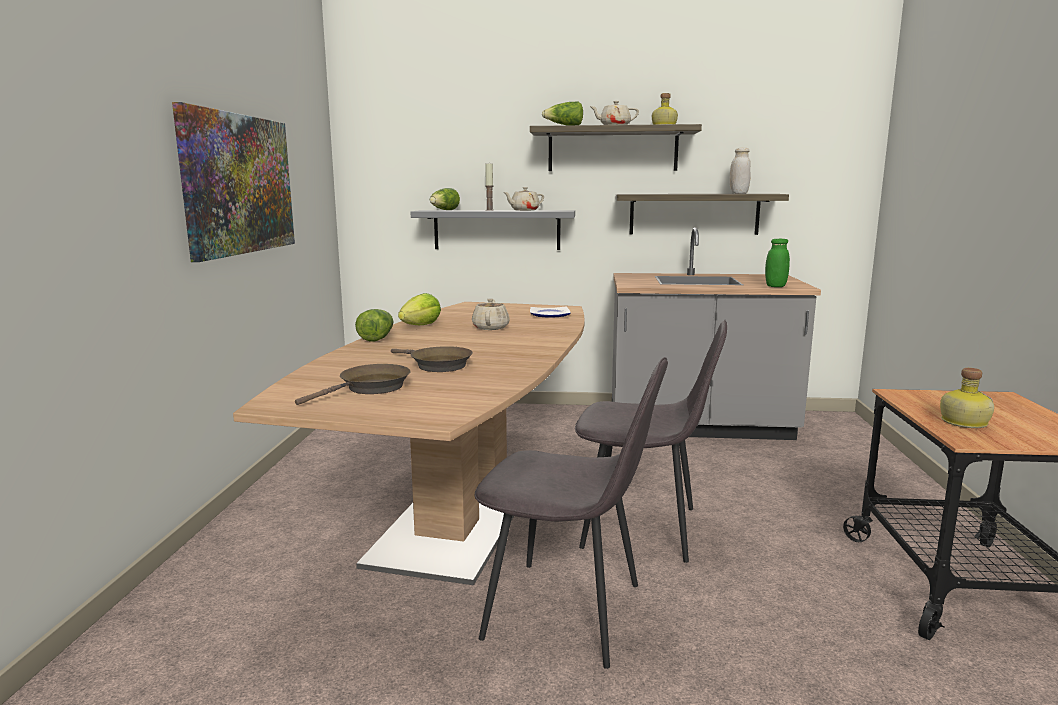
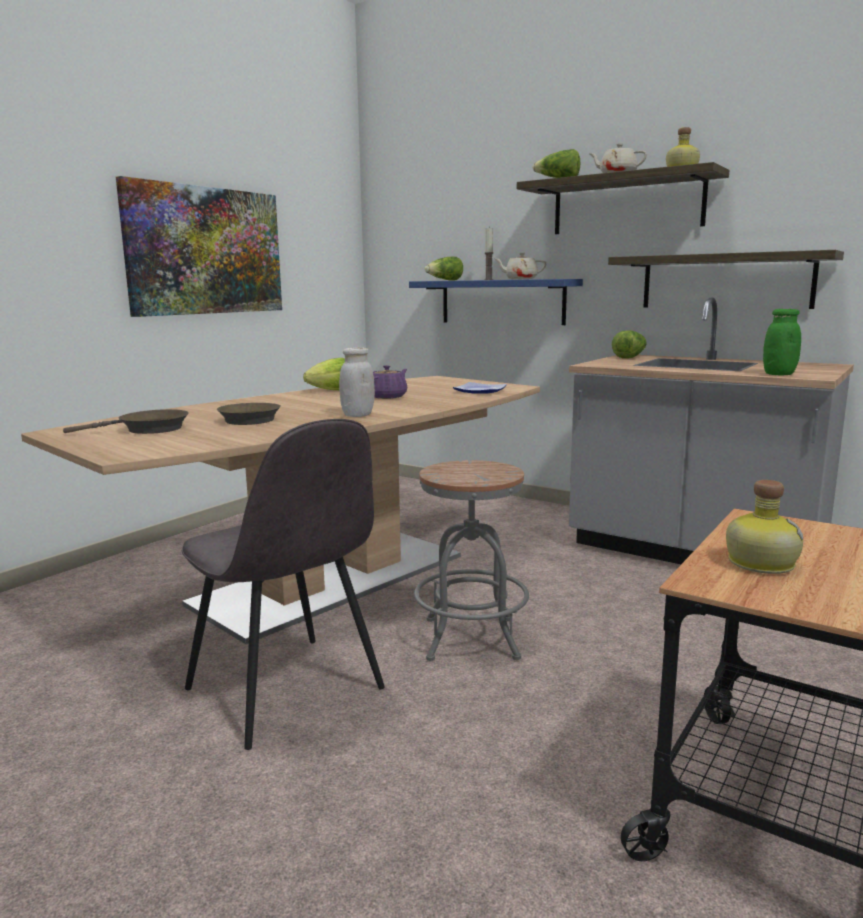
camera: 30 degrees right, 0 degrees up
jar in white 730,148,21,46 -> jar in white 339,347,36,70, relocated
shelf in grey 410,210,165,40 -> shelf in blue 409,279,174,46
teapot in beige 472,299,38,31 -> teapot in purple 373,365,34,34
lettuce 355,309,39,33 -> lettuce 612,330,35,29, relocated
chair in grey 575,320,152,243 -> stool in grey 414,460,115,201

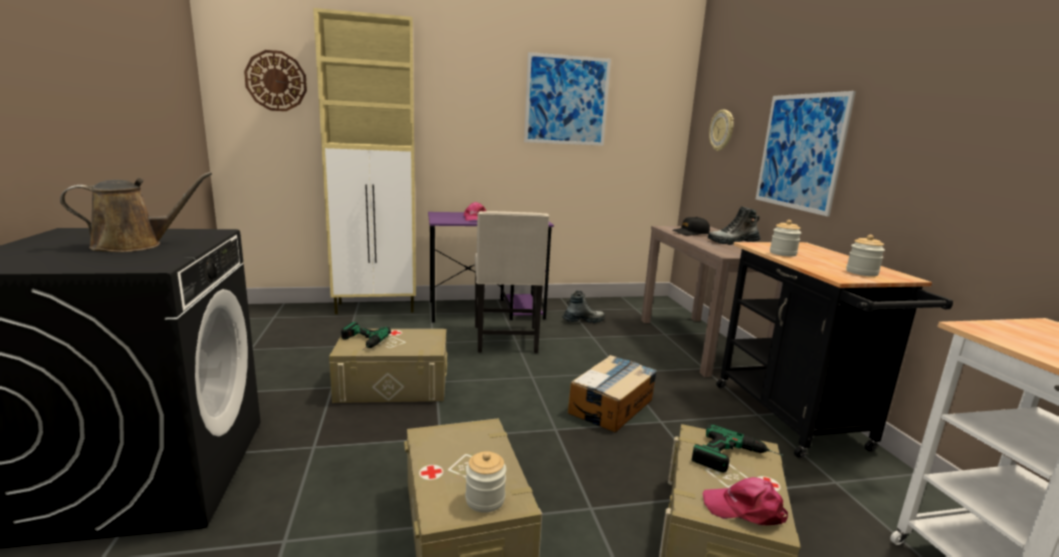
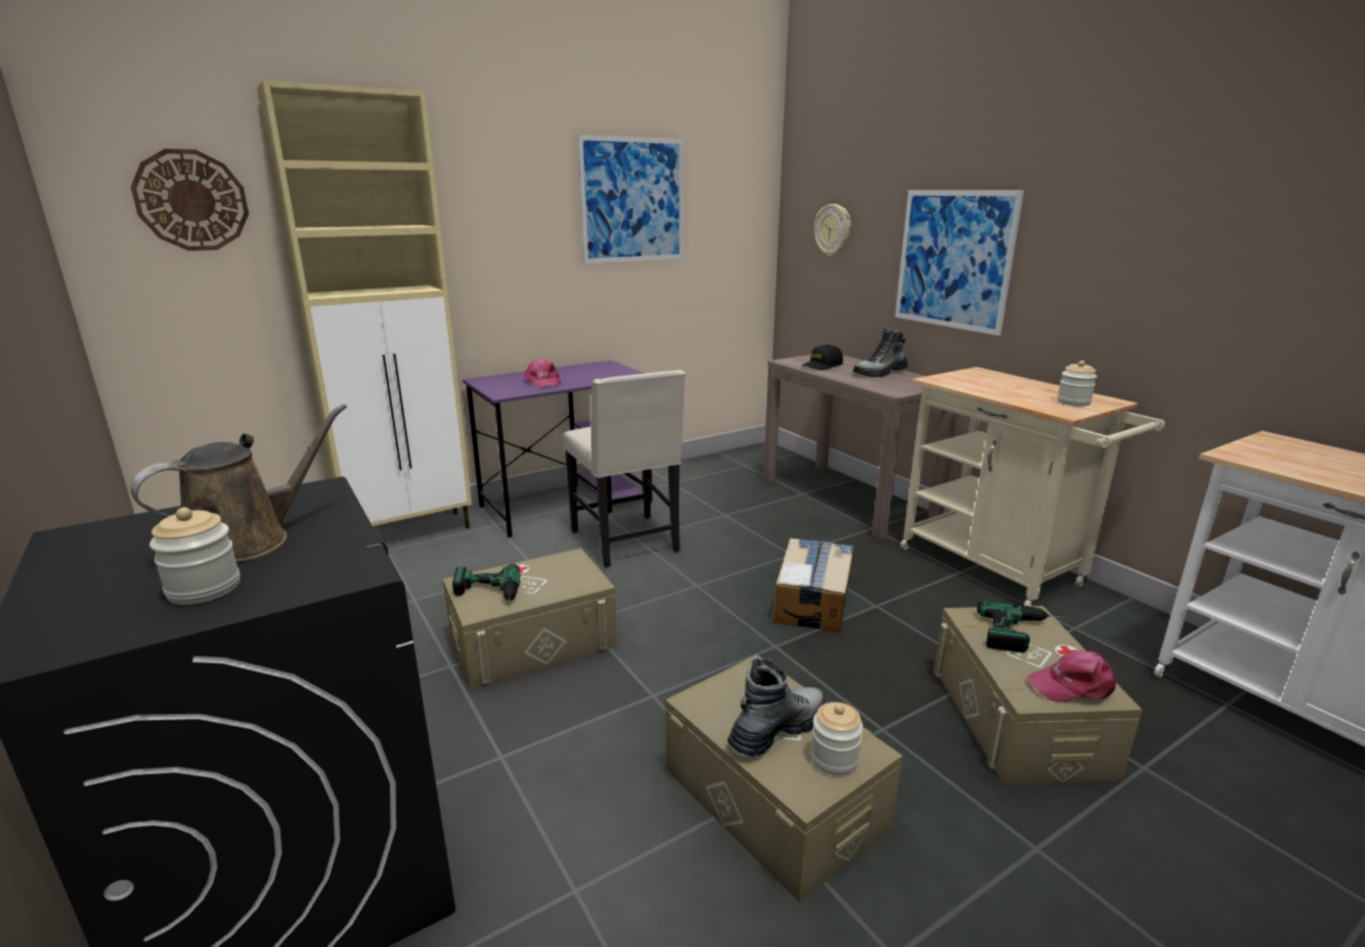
camera: 20 degrees left, 5 degrees up
jar 770,220,31,37 -> jar 149,507,91,98, relocated
cart in black 716,242,237,216 -> cart in beige 900,367,265,239
boot 563,290,42,33 -> boot 727,657,98,99, relocated

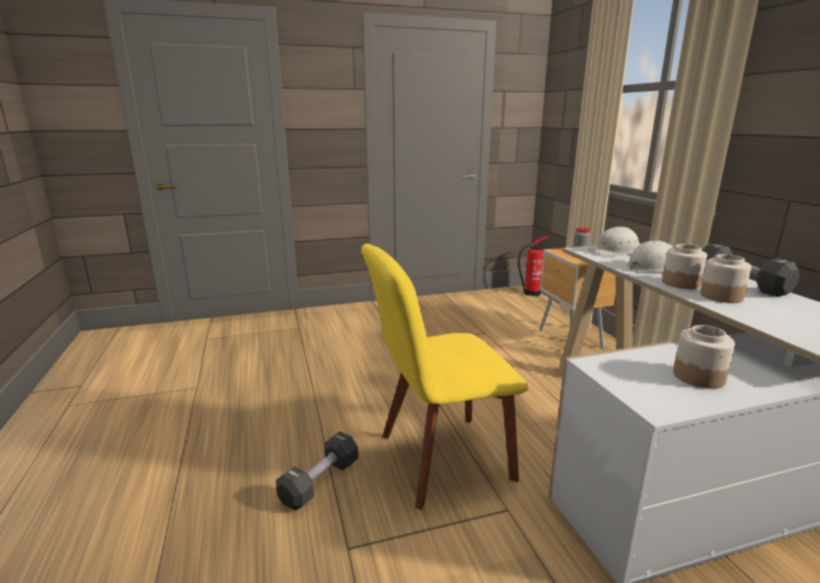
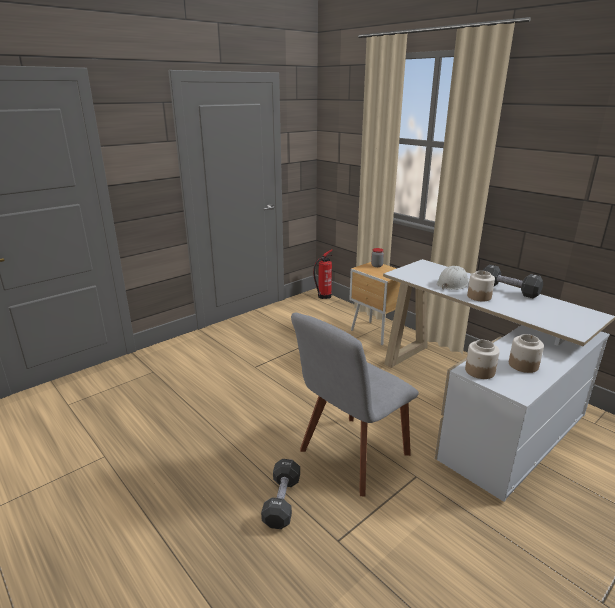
camera: 25 degrees left, 5 degrees up
hard hat in white 588,226,51,29 -> none
chair in yellow 361,244,167,266 -> chair in grey 291,313,128,183
jar 700,254,52,49 -> jar 465,340,35,39, relocated

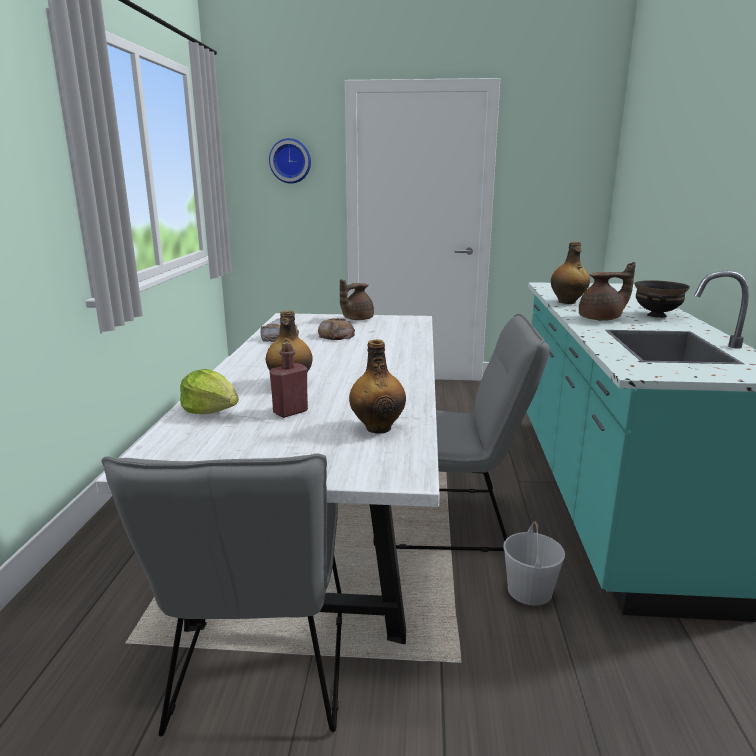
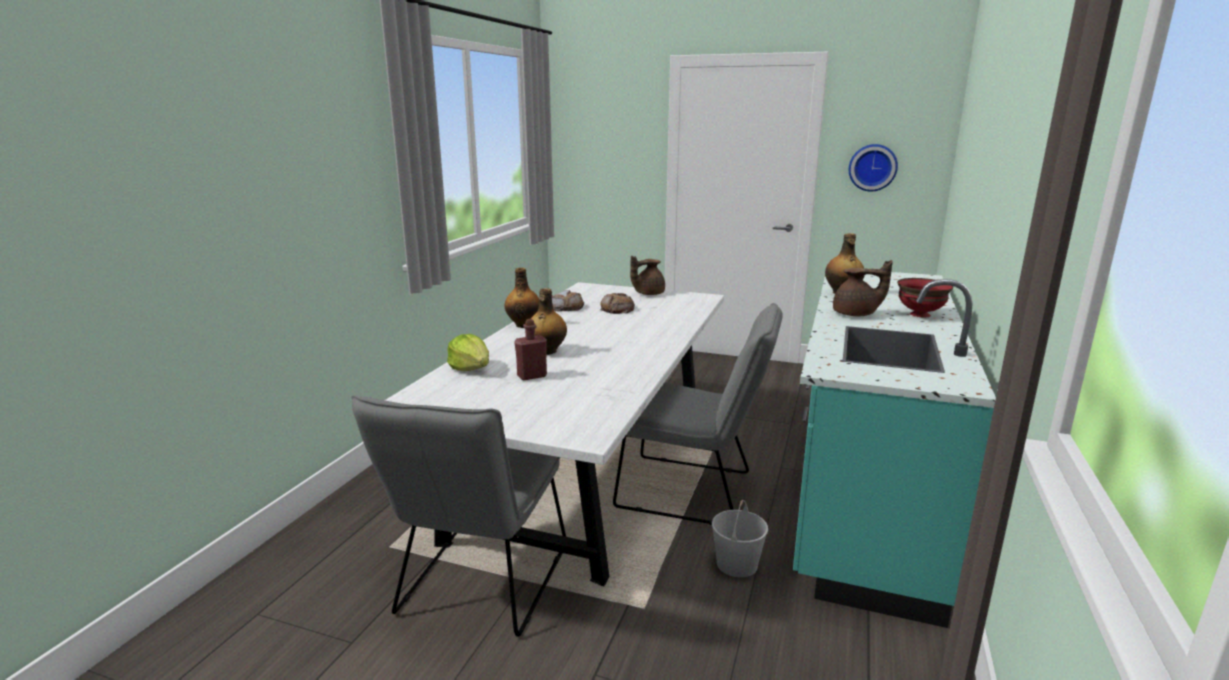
camera: 15 degrees right, 0 degrees up
wall clock 269,138,42,46 -> wall clock 849,144,49,48, relocated
bowl in black 635,280,55,38 -> bowl in red 897,278,56,39
bottle 349,340,57,94 -> bottle 505,268,34,60, relocated

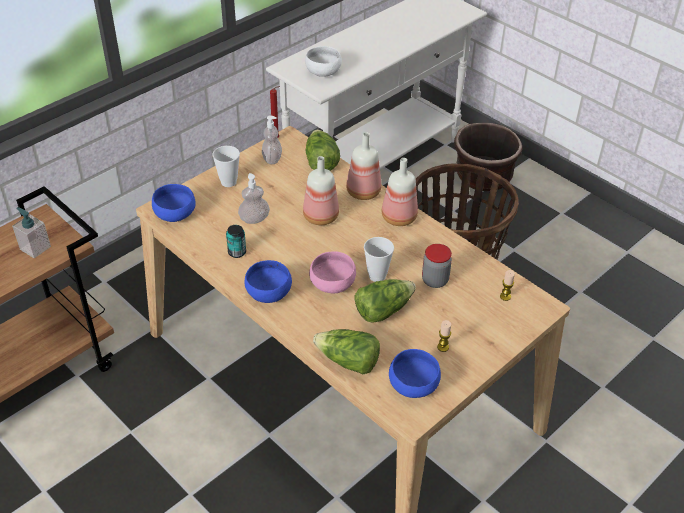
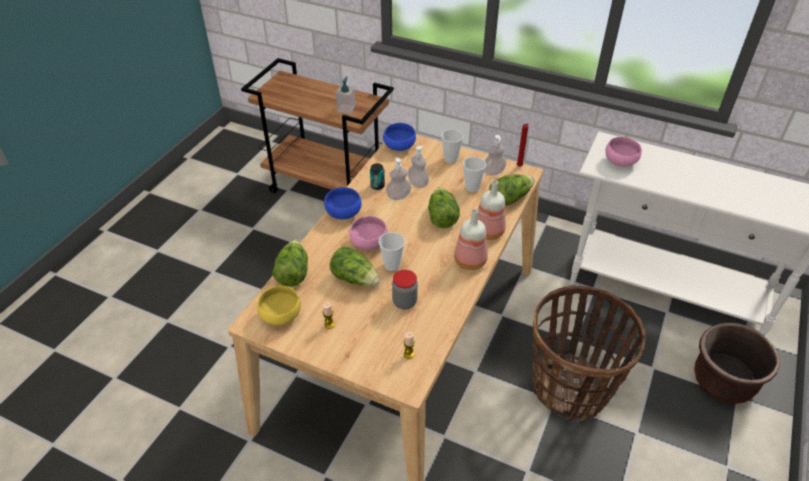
camera: 70 degrees right, 0 degrees up
bowl in white 305,46,37,31 -> bowl in pink 605,137,37,30
bottle 303,156,36,69 -> lettuce 428,187,32,41
bowl in blue 389,349,52,49 -> bowl in yellow 257,286,44,40
none -> cup 463,157,23,35
none -> soap dispenser 386,158,25,42

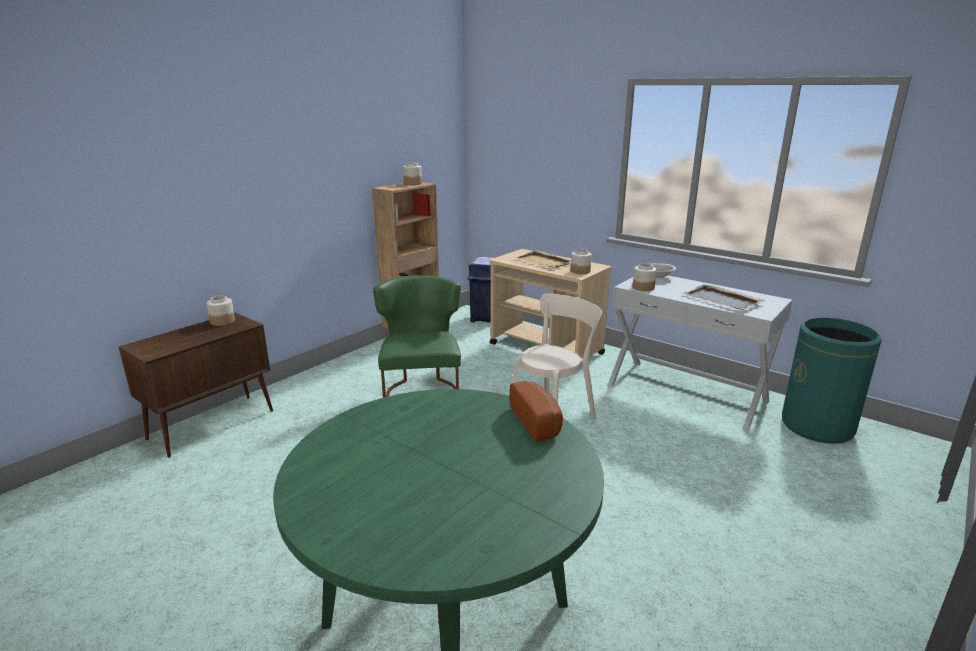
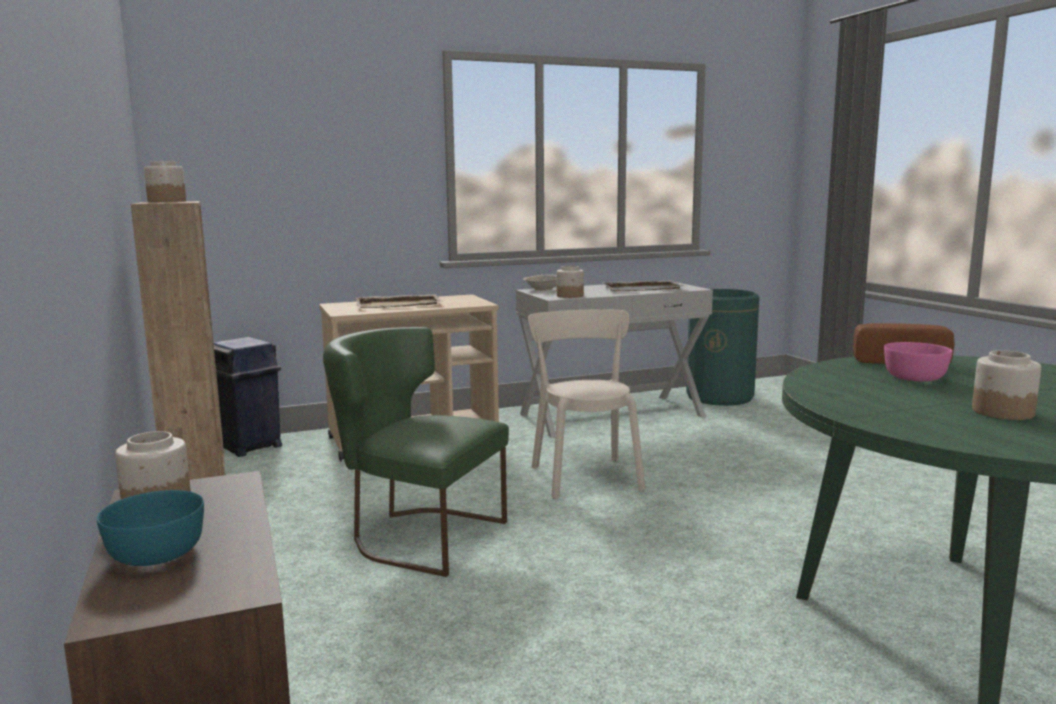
camera: 60 degrees left, 10 degrees down
jar 571,249,21,25 -> jar 972,350,69,70, relocated
none -> bowl in pink 884,342,68,40
none -> bowl in turquoise 97,490,107,76

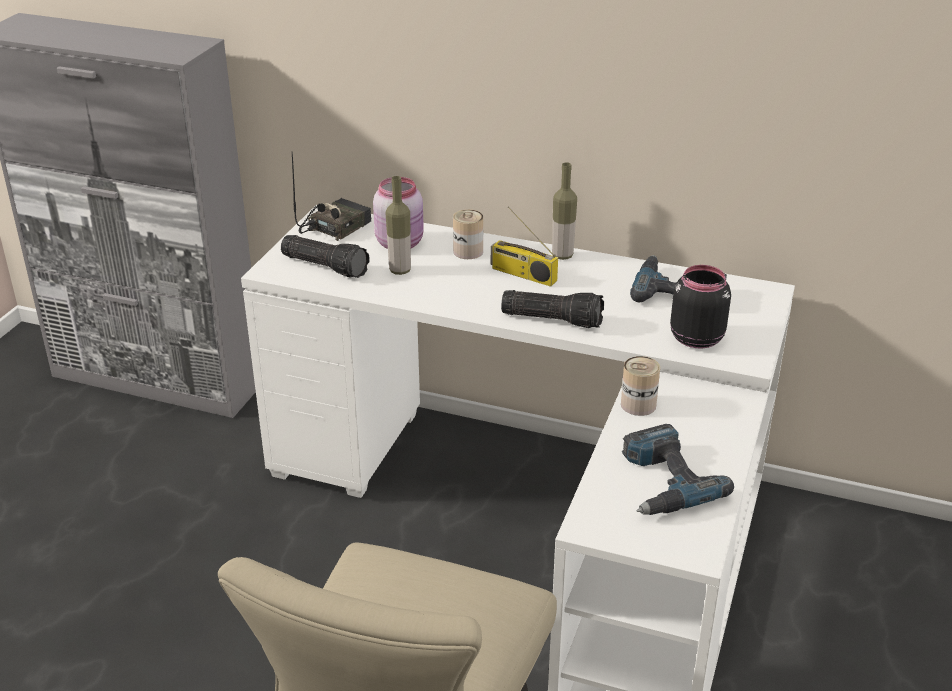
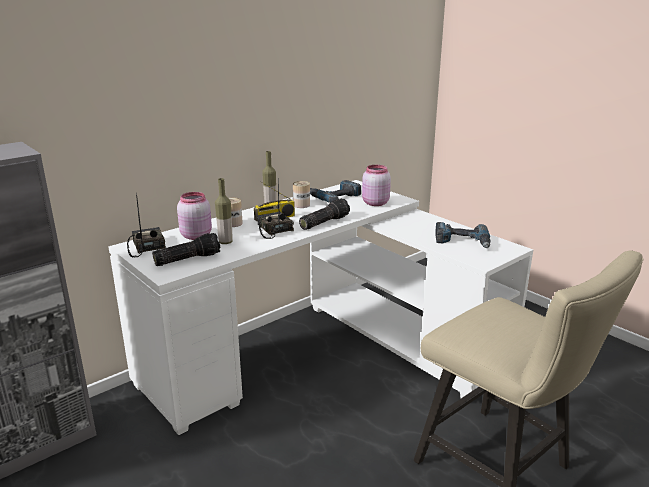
camera: 60 degrees left, 10 degrees down
jar in black 670,265,61,83 -> jar in pink 362,165,29,41
can 621,356,39,60 -> can 293,181,17,27, relocated
none -> radio 257,180,37,59

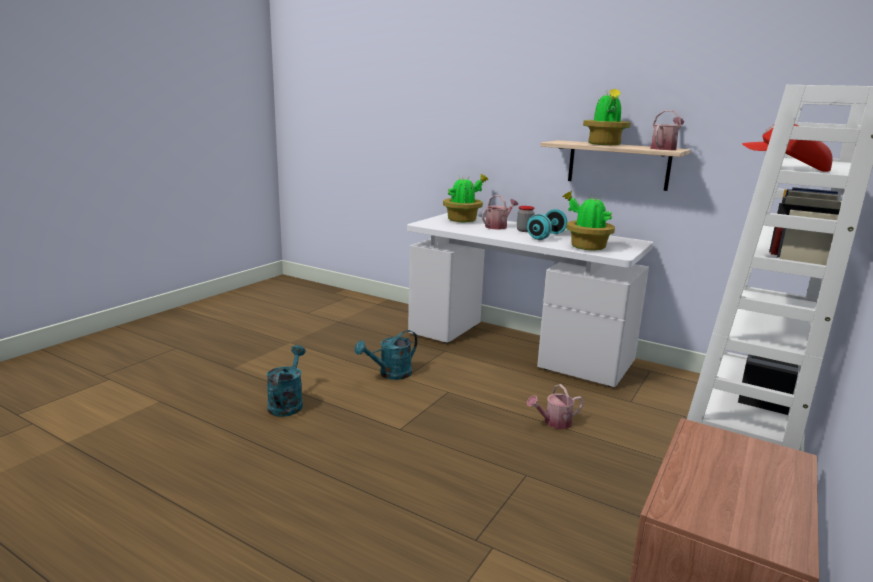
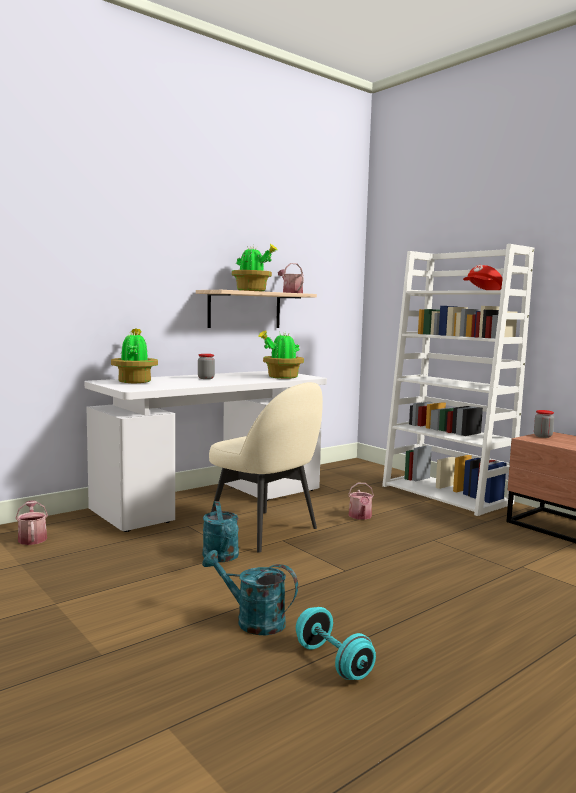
camera: 70 degrees left, 10 degrees down
watering can 482,195,36,35 -> watering can 16,500,32,45, relocated
dumbbell in turquoise 527,209,40,31 -> dumbbell in turquoise 296,607,80,73, relocated
none -> chair in beige 209,382,114,171
none -> jar 534,410,20,28

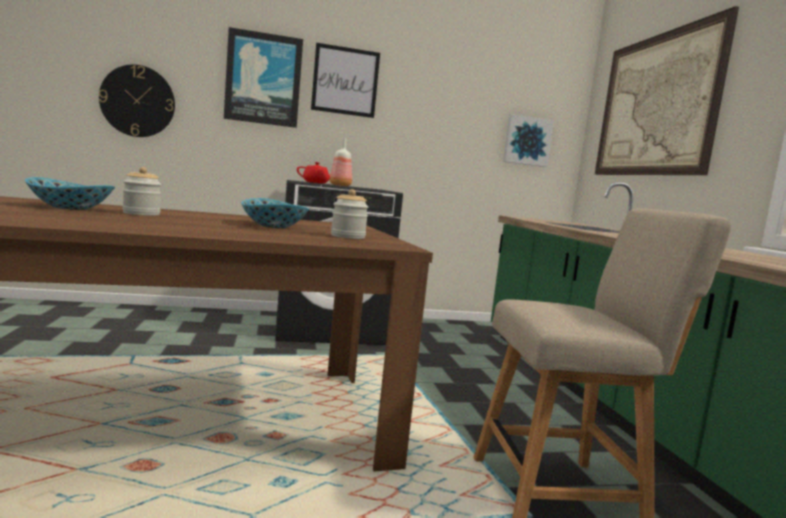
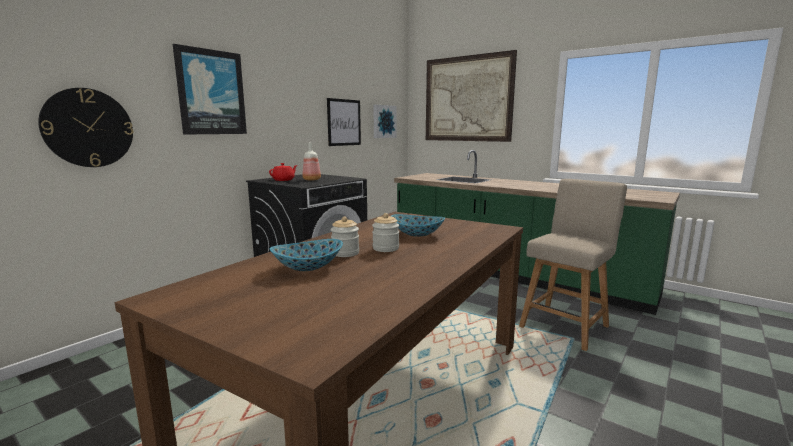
camera: 40 degrees left, 5 degrees up
picture 311,43,69,75 -> picture 327,98,34,48, relocated
jar 331,189,38,50 -> jar 372,213,27,39, relocated

